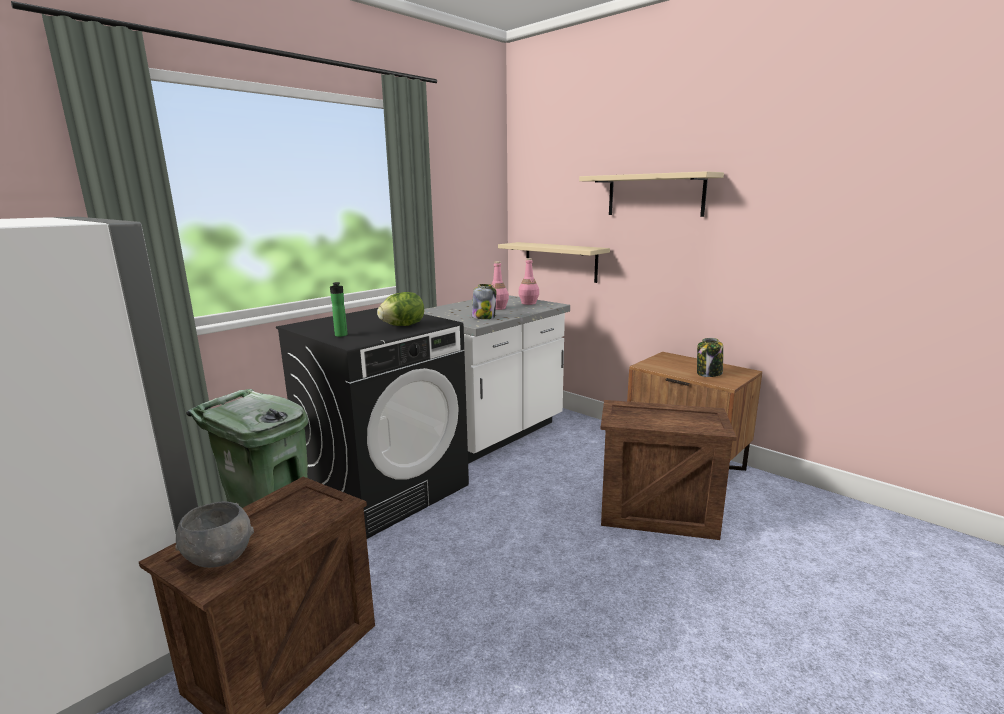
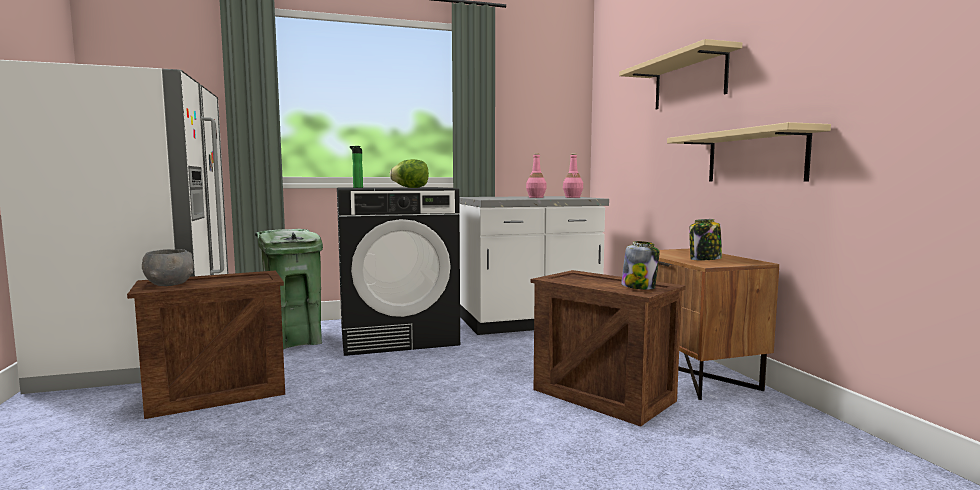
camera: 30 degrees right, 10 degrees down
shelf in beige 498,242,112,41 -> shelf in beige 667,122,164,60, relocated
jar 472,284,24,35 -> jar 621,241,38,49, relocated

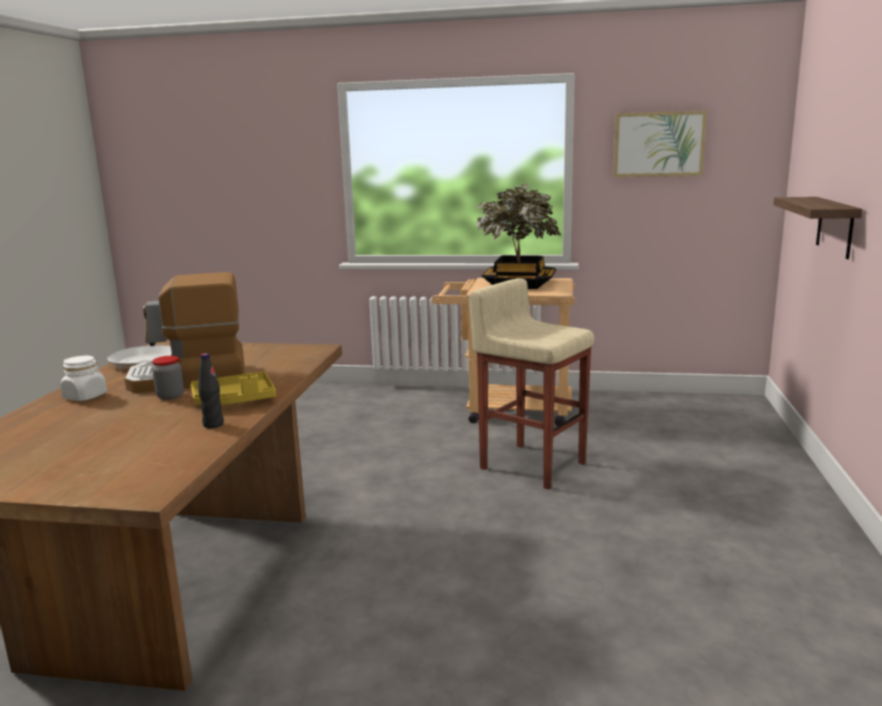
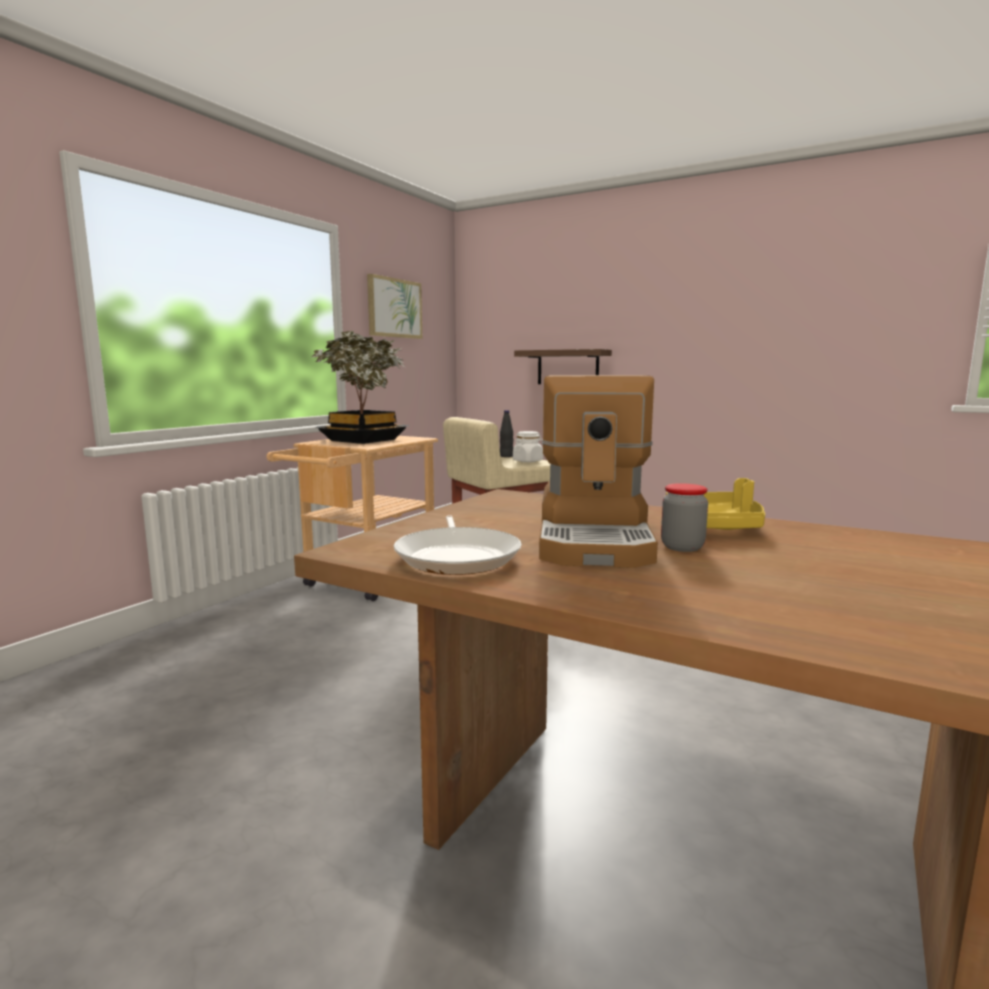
camera: 70 degrees left, 5 degrees down
bottle in black 198,353,26,76 -> bottle in black 500,410,13,47, relocated
jar in white 60,356,47,45 -> jar in white 513,431,30,31, relocated

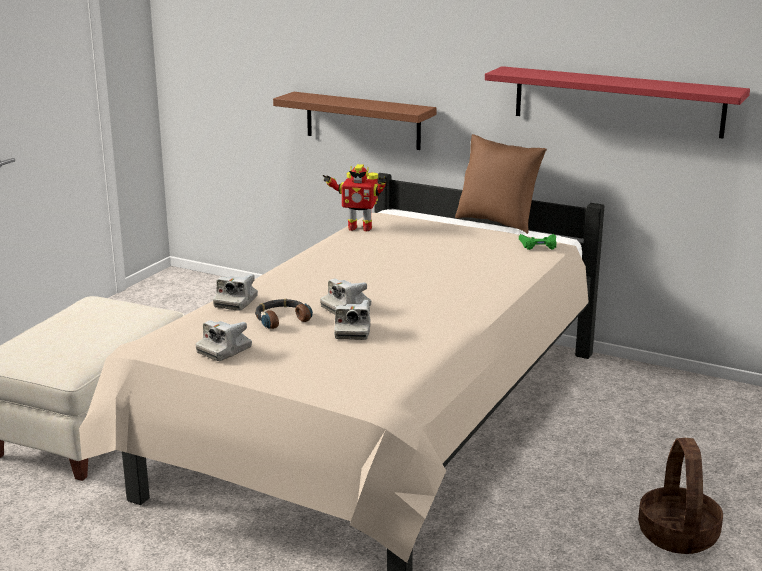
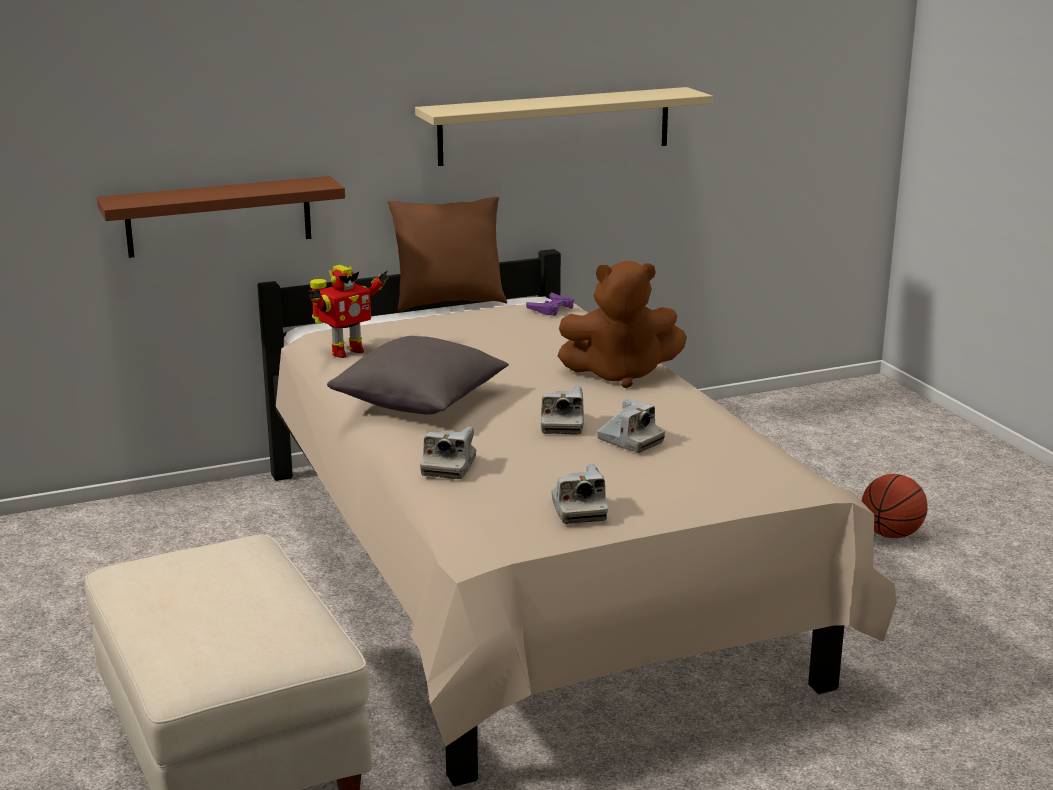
camera: 50 degrees left, 0 degrees up
shelf in red 485,66,265,73 -> shelf in beige 415,87,298,79
game controller in green 519,234,38,16 -> game controller in purple 526,292,48,24
photo camera 213,274,45,37 -> photo camera 420,427,56,52, 45 degrees clockwise
headphones 255,299,58,30 -> none
basket 638,438,85,116 -> basketball 862,474,65,64
none -> plush toy in brown 558,261,129,127
none -> pillow in grey 327,336,182,79

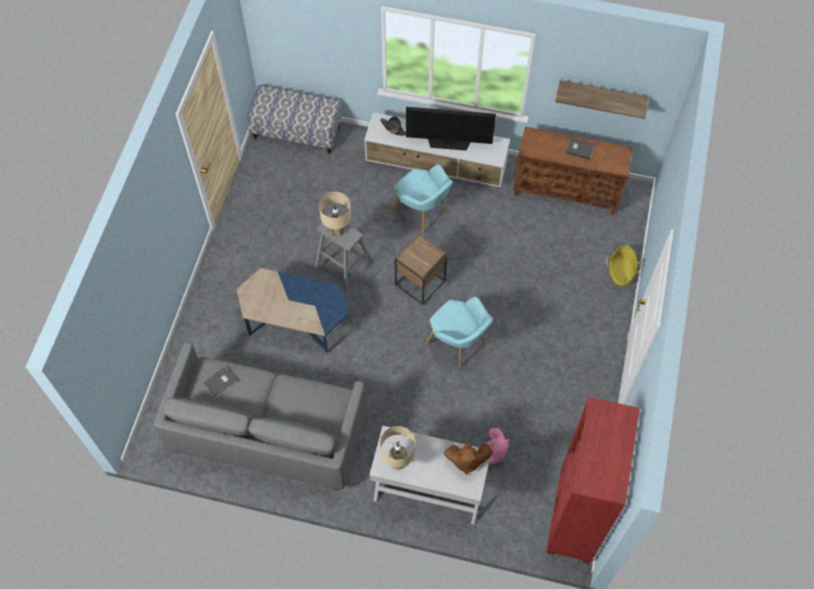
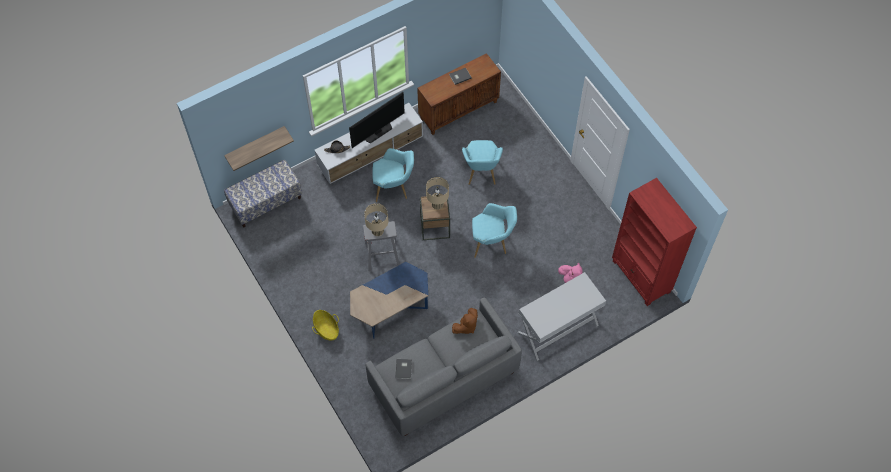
camera: 45 degrees left, 0 degrees up
shelf 555,80,94,39 -> shelf 224,126,70,45, relocated
basket 607,246,35,40 -> basket 312,310,27,30, relocated
table lamp in beige 380,426,36,44 -> table lamp in beige 426,177,23,33, relocated
plush toy in brown 444,444,49,30 -> plush toy in brown 452,308,26,26, relocated
none -> armchair in turquoise 462,140,41,45

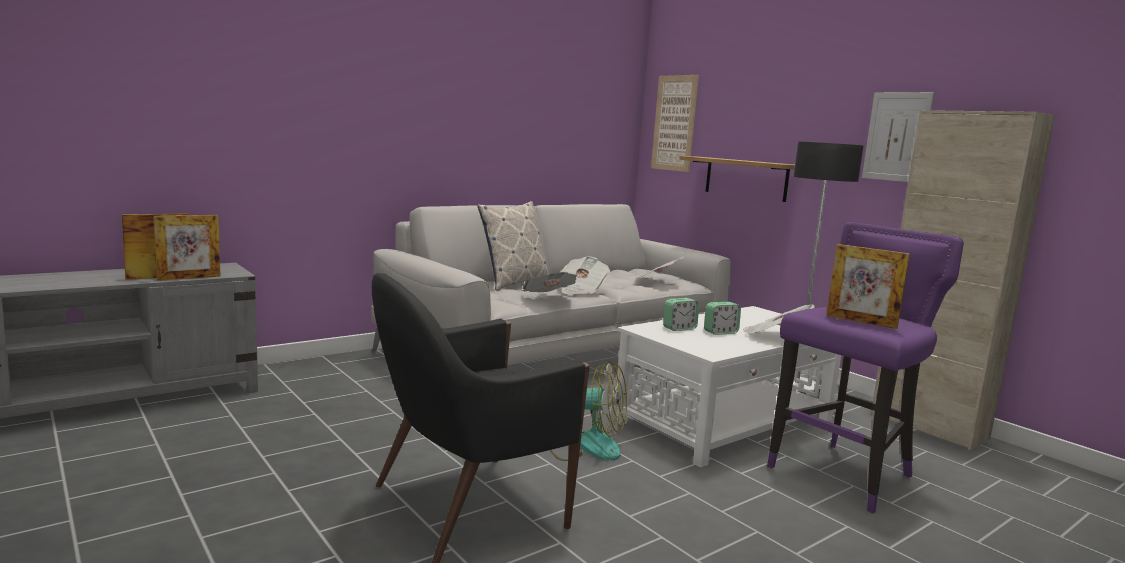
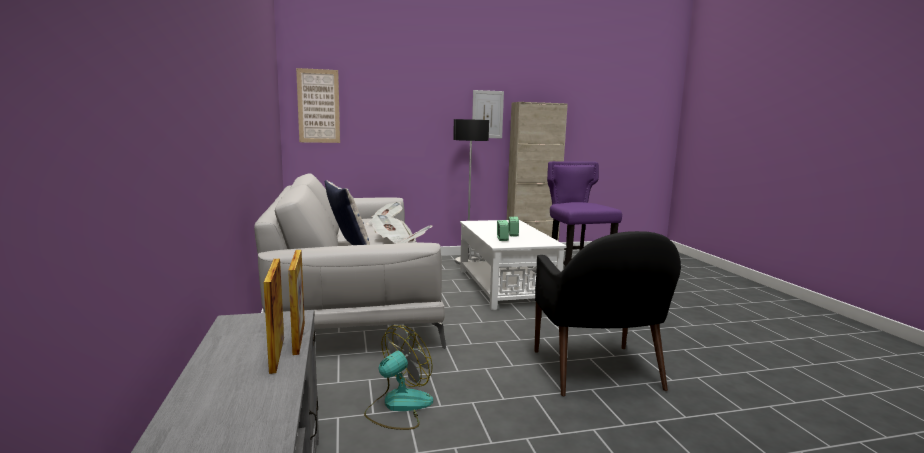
camera: 65 degrees left, 0 degrees up
shelf 679,156,116,46 -> none
picture frame 826,244,84,85 -> none
newspaper 743,305,72,30 -> none
fan 549,361,78,100 -> fan 364,326,69,104, relocated

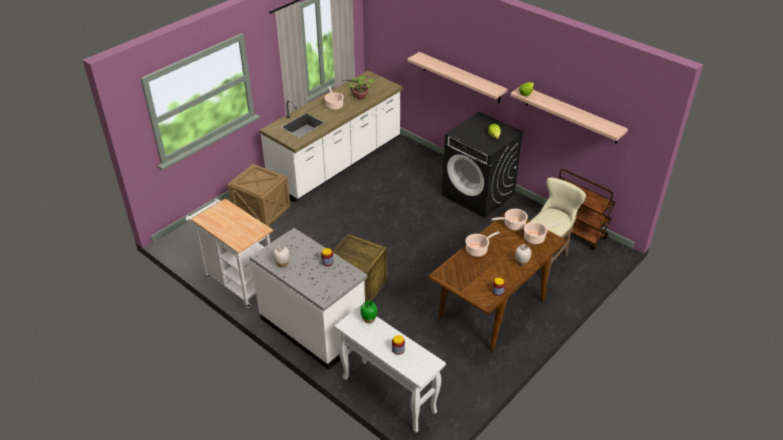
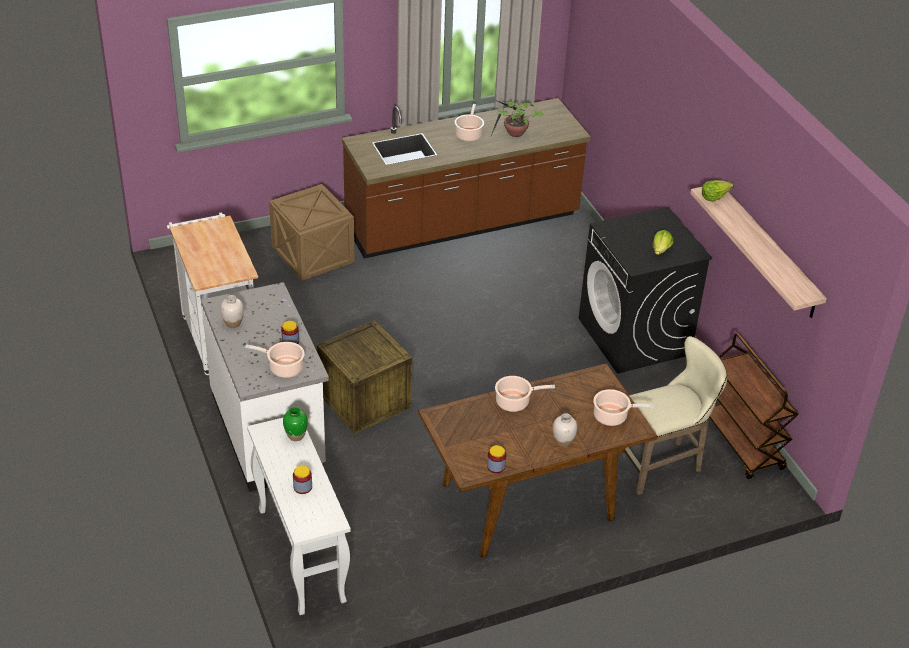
camera: 25 degrees right, 0 degrees up
shelf 407,52,100,51 -> none
counter in white 260,71,143,131 -> counter in brown 342,98,249,160
cooking pot 492,209,36,22 -> cooking pot 245,342,60,36, relocated

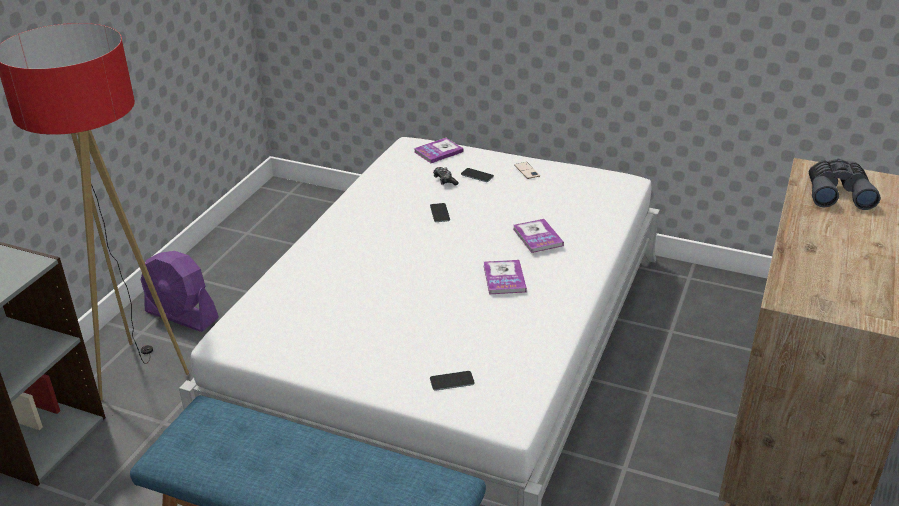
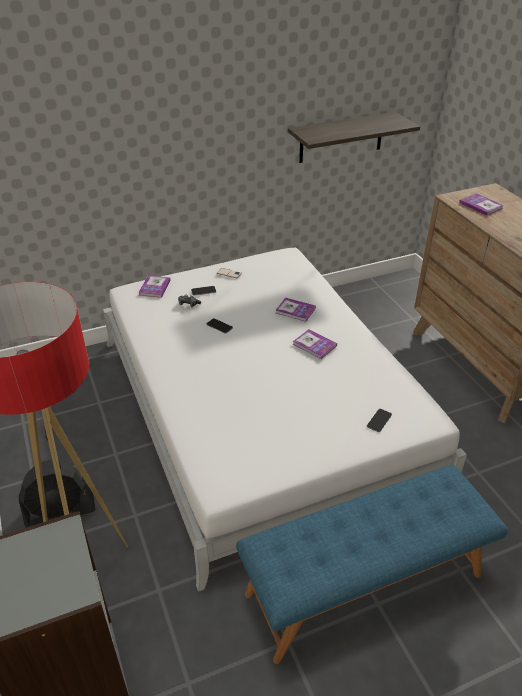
camera: 45 degrees left, 5 degrees up
binoculars in grey 809,159,72,51 -> book 459,193,44,23
fan in purple 141,251,78,81 -> fan in black 18,460,77,68
none -> shelf 288,112,132,51

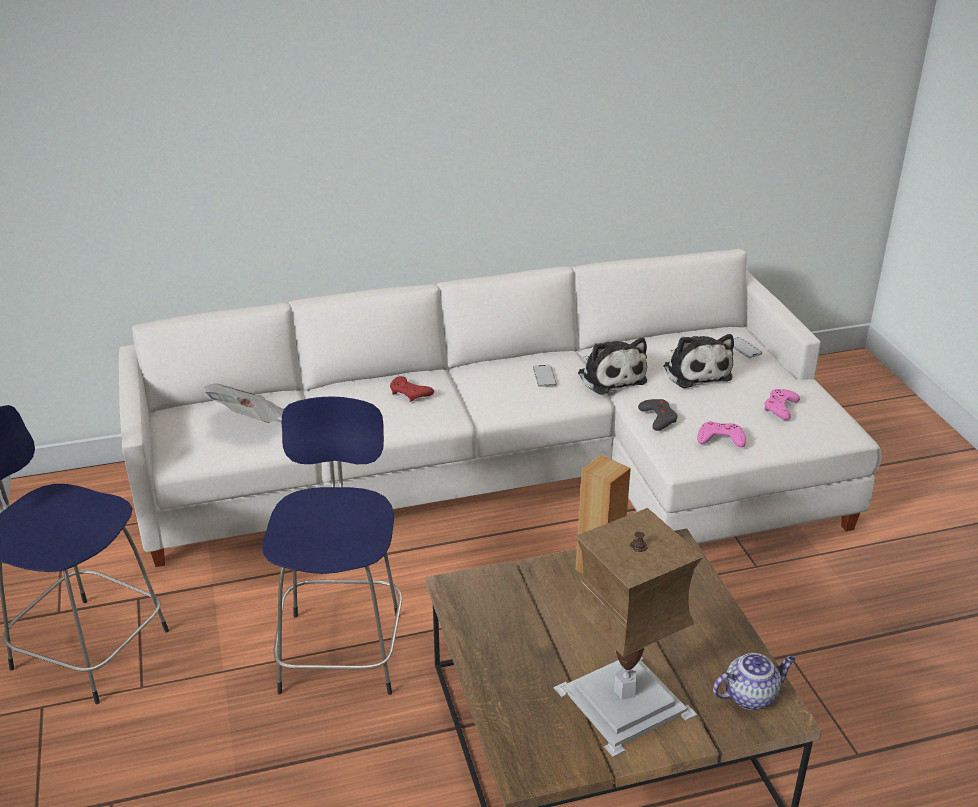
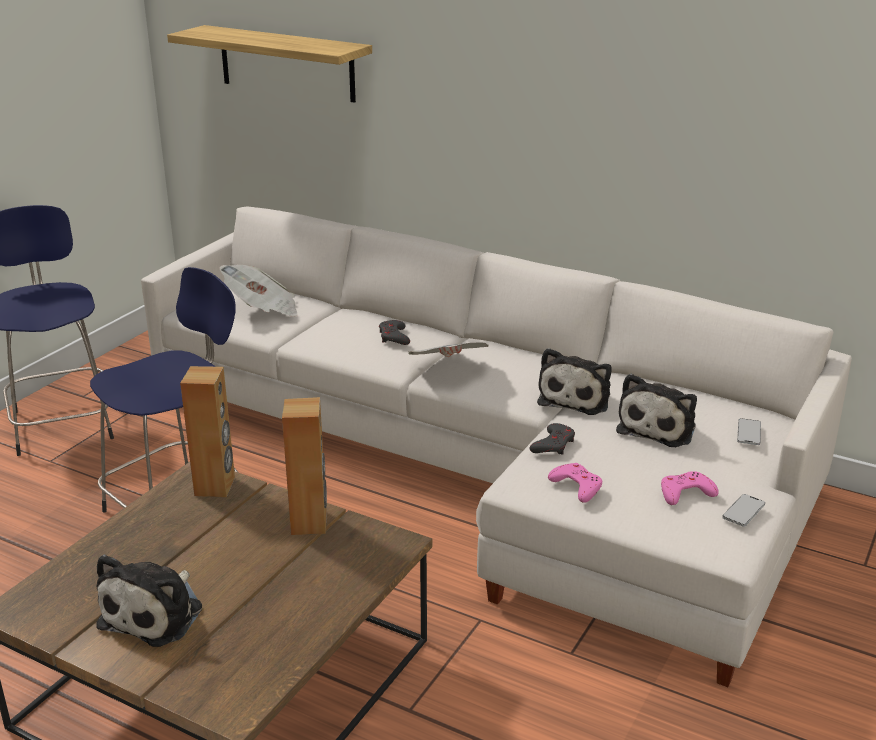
camera: 45 degrees right, 5 degrees down
phone 533,365,24,22 -> phone 722,494,43,33, relocated
game controller in red 390,376,44,26 -> game controller in grey 379,320,31,25
table lamp 554,508,149,249 -> plush toy 96,554,106,93
teapot 713,653,83,57 -> none
none -> shelf 167,25,205,78
none -> newspaper 408,343,80,14
none -> speaker in brown 180,366,55,131

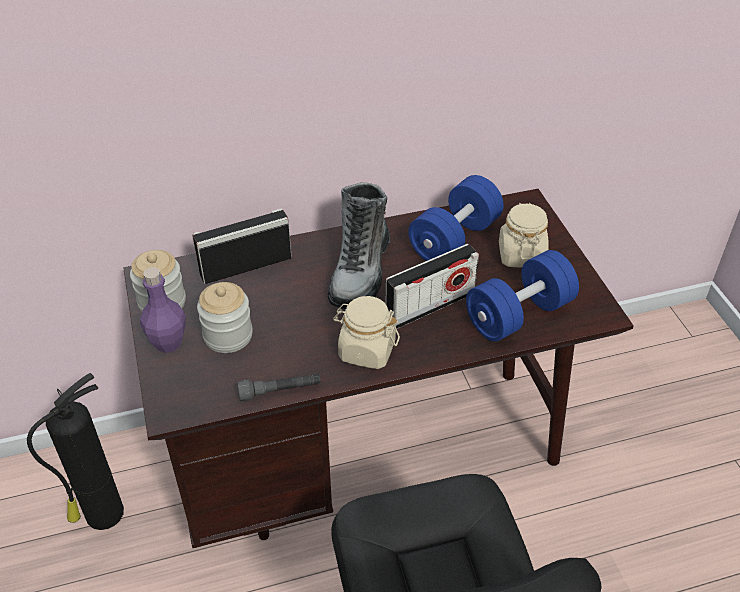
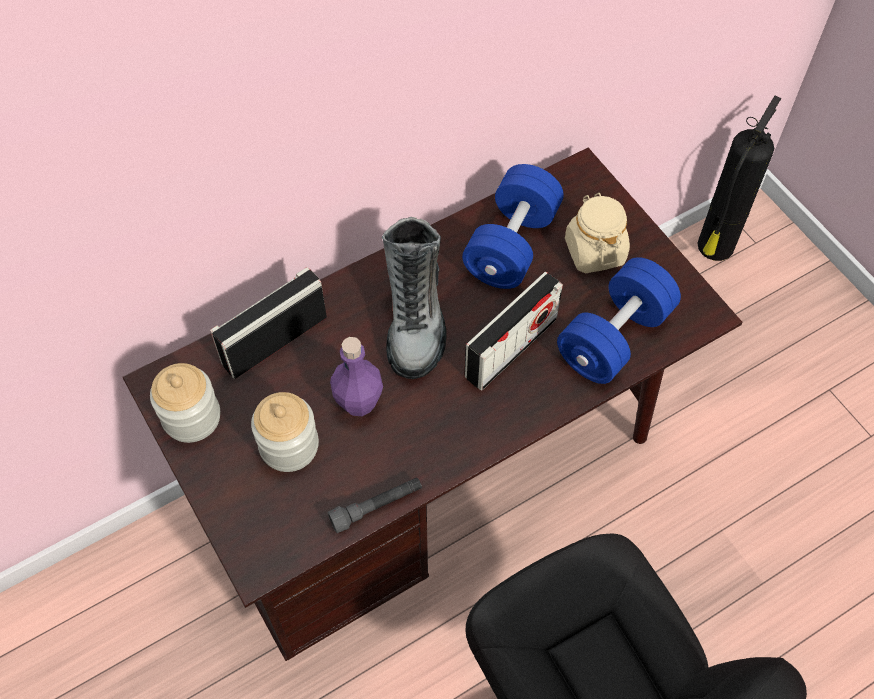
camera: 15 degrees left, 15 degrees up
bottle in purple 140,267,46,86 -> bottle in purple 330,337,53,79, relocated
jar in beige 333,296,67,73 -> none
fire extinguisher 27,373,97,157 -> fire extinguisher 697,96,84,165, relocated

